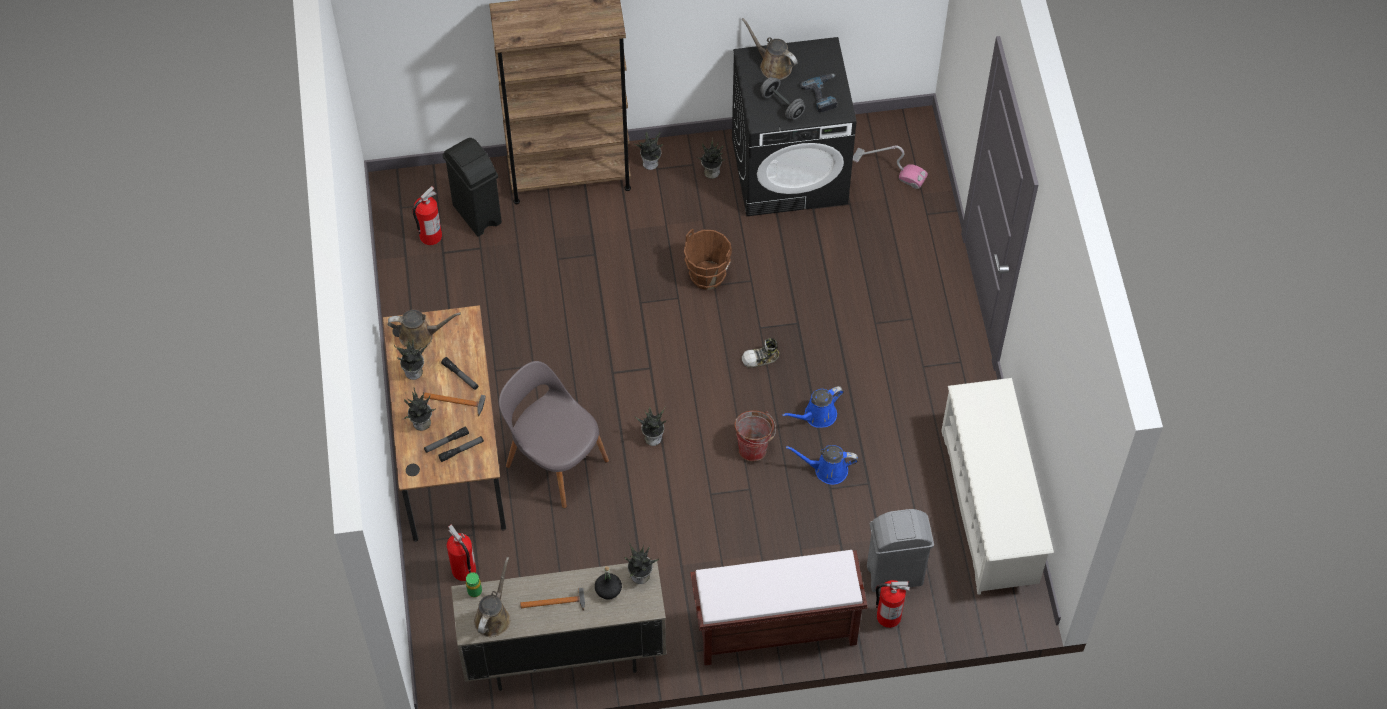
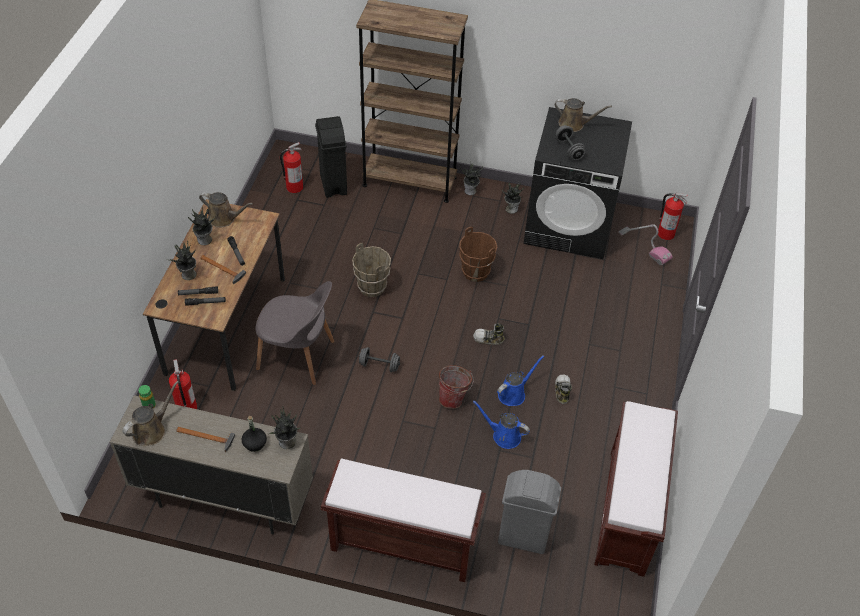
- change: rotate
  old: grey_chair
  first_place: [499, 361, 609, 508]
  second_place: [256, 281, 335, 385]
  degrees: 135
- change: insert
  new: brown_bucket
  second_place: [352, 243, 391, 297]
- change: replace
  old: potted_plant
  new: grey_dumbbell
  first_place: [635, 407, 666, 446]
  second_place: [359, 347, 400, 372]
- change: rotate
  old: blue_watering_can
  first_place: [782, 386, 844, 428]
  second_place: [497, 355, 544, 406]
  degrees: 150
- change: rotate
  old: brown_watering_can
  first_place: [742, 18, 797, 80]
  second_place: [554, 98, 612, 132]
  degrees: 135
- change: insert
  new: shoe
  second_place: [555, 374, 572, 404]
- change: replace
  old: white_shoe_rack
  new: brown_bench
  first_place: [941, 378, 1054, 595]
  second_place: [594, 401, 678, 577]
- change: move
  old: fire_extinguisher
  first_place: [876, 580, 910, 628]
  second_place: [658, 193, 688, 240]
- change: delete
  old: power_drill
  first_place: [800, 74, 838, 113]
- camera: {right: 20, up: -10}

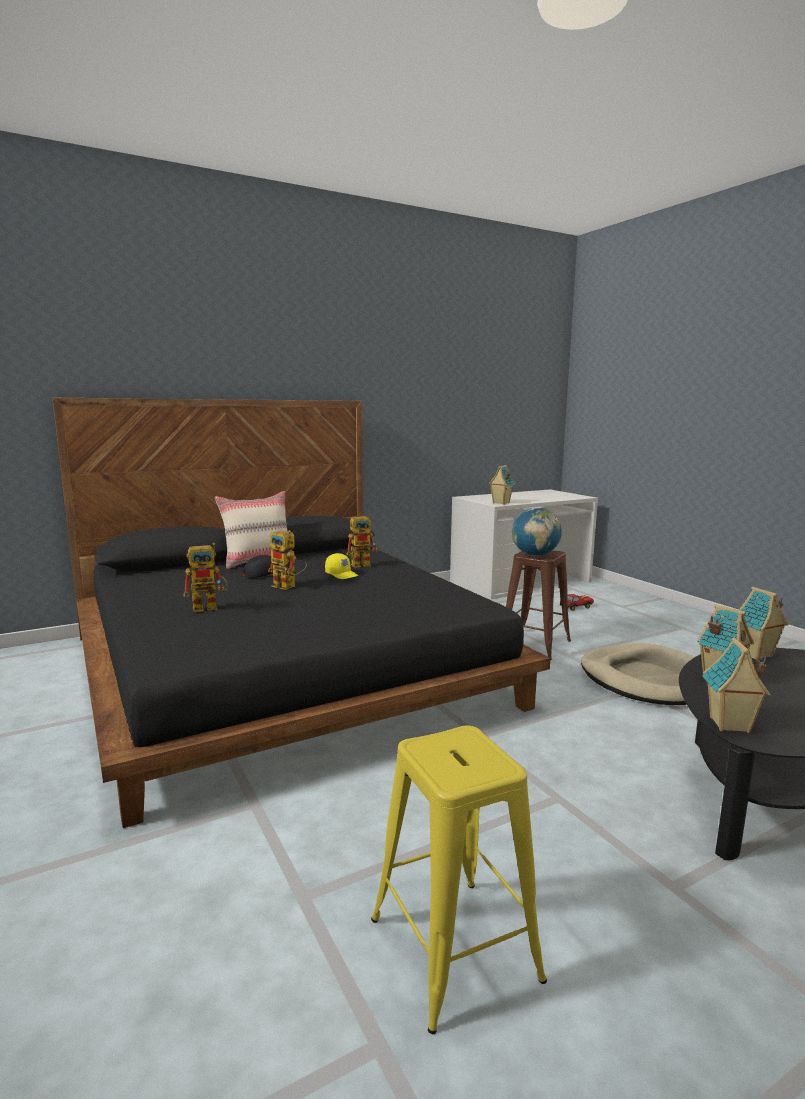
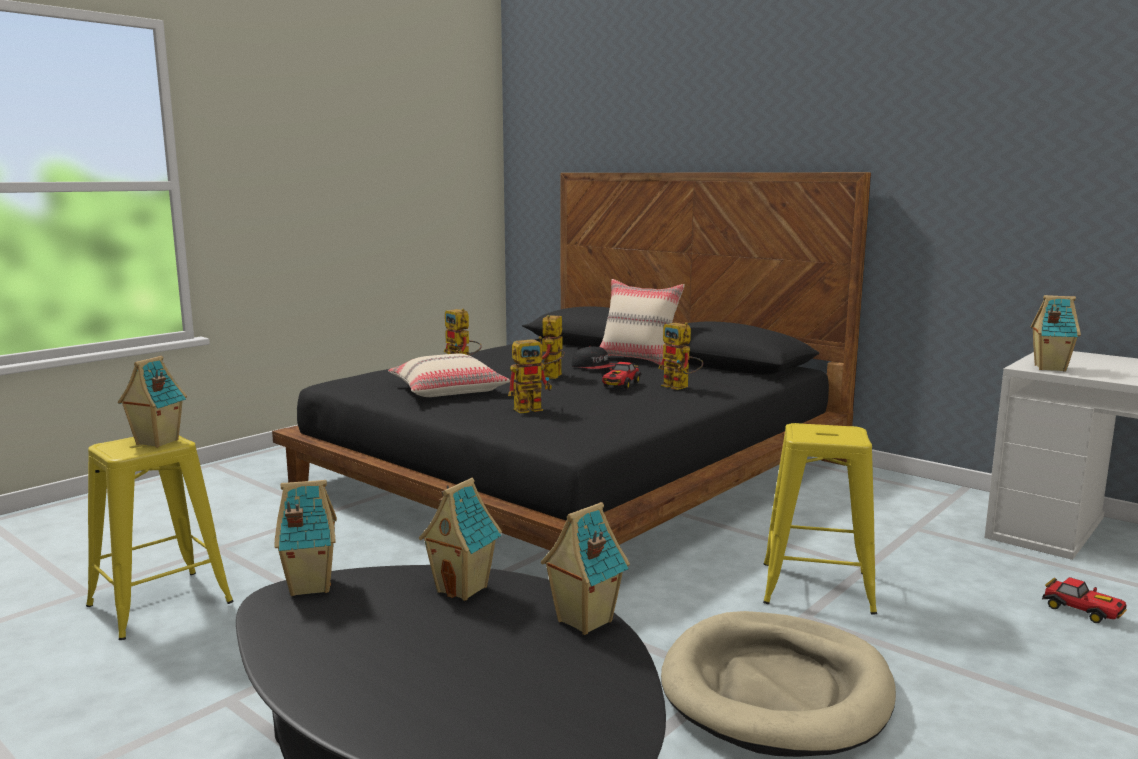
- change: insert
  new: toy_house
  second_place: [118, 356, 187, 448]
- change: insert
  new: beige_pillow
  second_place: [388, 354, 510, 397]
- change: insert
  new: toy_robot
  second_place: [508, 336, 552, 413]
- change: replace
  old: yellow_cap
  new: toy_car
  first_place: [325, 553, 358, 579]
  second_place: [602, 362, 641, 389]
- change: recolor
  old: brown_stool
  new: yellow_stool
  first_place: [506, 550, 571, 660]
  second_place: [763, 423, 877, 615]
- change: delete
  old: globe
  first_place: [512, 507, 562, 556]
- camera: {right: 70, up: 0}

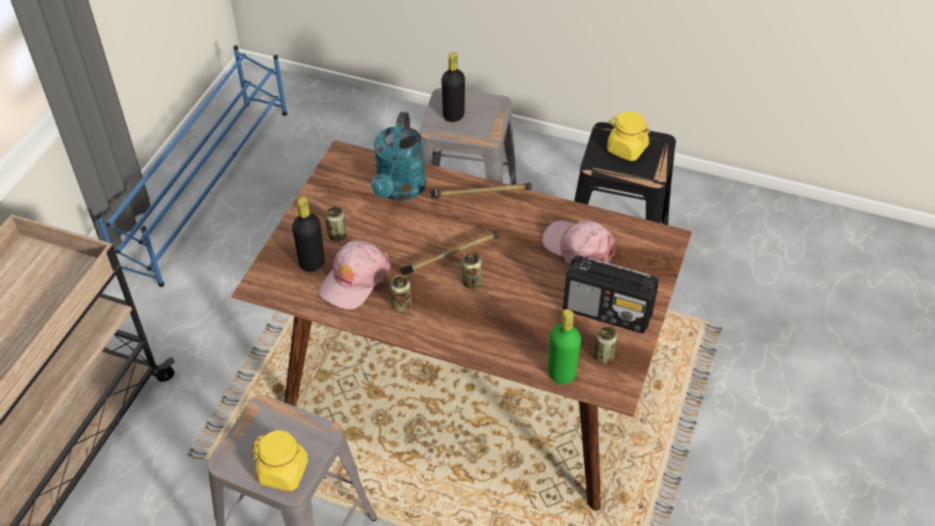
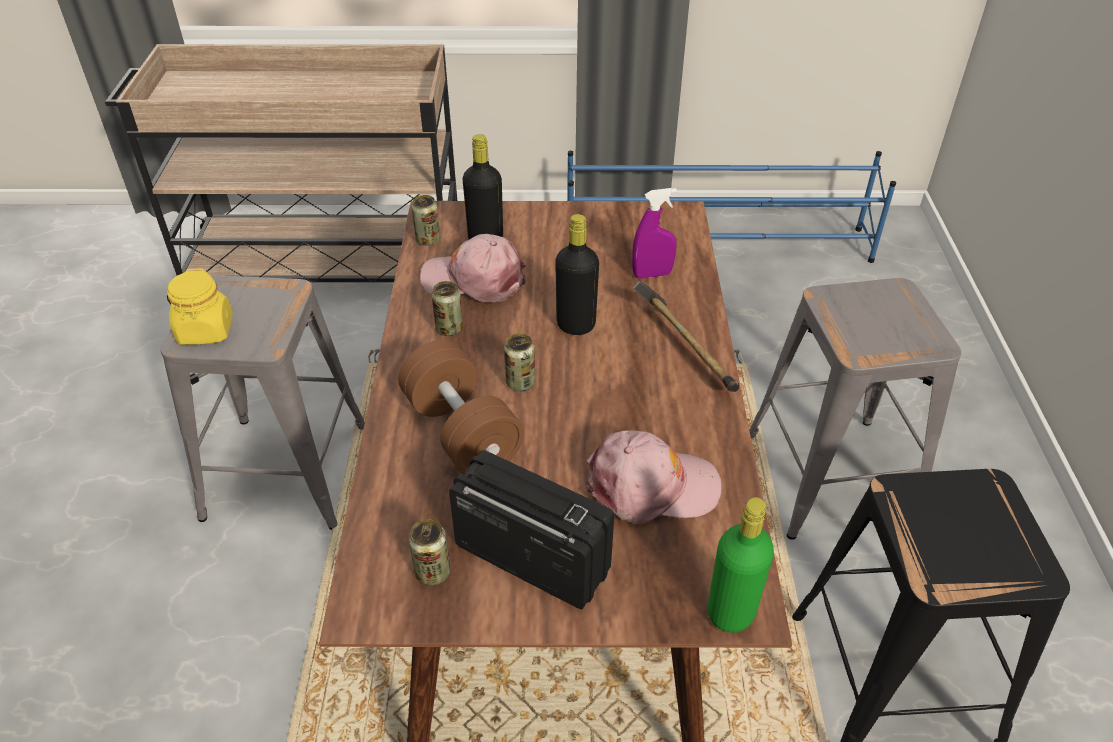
- change: insert
  new: brown_dumbbell
  second_place: [398, 340, 524, 474]
- change: move
  old: can
  first_place: [325, 205, 347, 241]
  second_place: [412, 195, 441, 246]
- change: rotate
  old: radio
  first_place: [563, 255, 659, 333]
  second_place: [449, 450, 614, 609]
  degrees: 120
- change: move
  old: black_bottle
  first_place: [441, 53, 465, 122]
  second_place: [555, 214, 599, 335]
- change: rotate
  old: pink_cap
  first_place: [543, 220, 615, 268]
  second_place: [586, 430, 722, 524]
  degrees: 60
- change: replace
  old: turquoise_watering_can
  new: purple_spray_bottle
  first_place: [371, 112, 426, 201]
  second_place: [632, 188, 677, 279]
- change: move
  old: green_bottle
  first_place: [548, 309, 581, 384]
  second_place: [708, 497, 774, 633]
- change: delete
  old: hammer
  first_place: [400, 230, 500, 275]
- change: delete
  old: yellow_jar
  first_place: [607, 111, 650, 161]
- camera: {right: 70, up: -5}

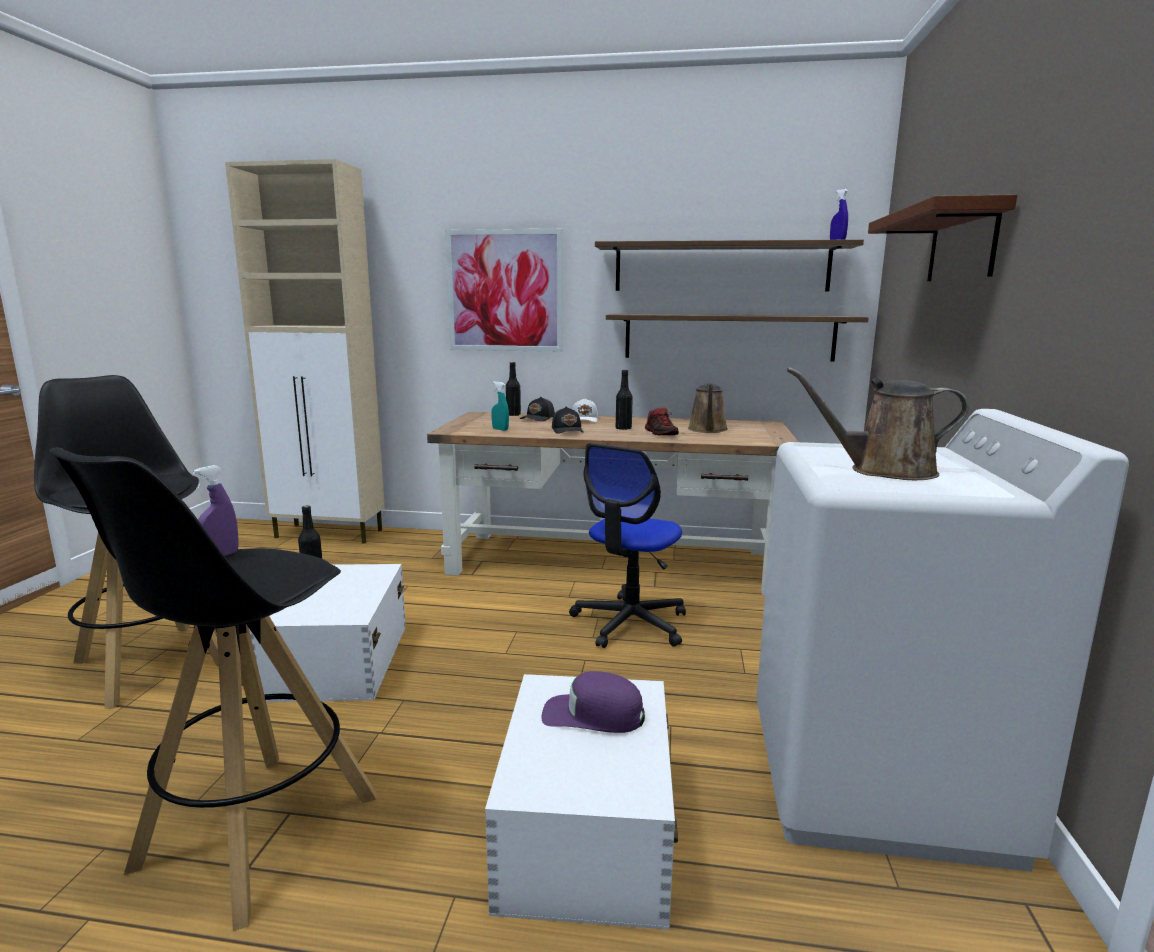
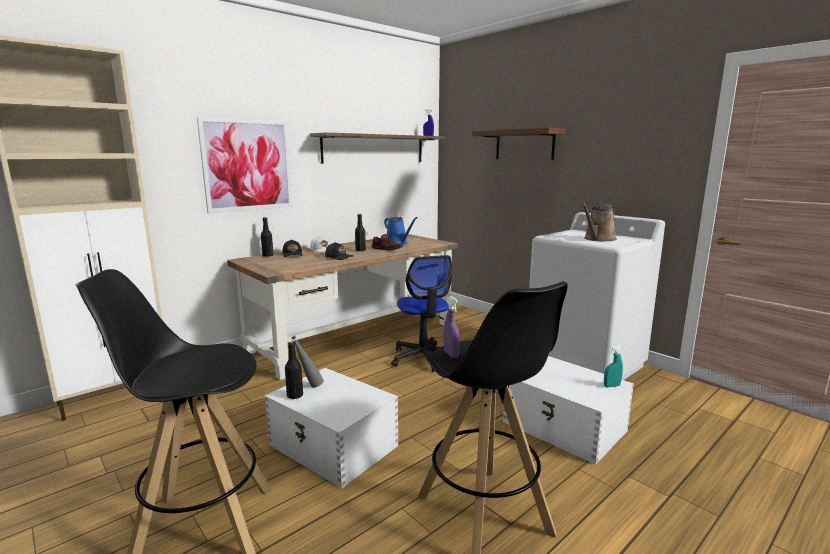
- change: insert
  new: grey_bottle
  second_place: [291, 336, 324, 388]
- change: recolor
  old: brown_watering_can
  new: blue_watering_can
  first_place: [688, 383, 728, 433]
  second_place: [384, 217, 418, 245]
- change: move
  old: turquoise_spray_bottle
  first_place: [491, 381, 509, 431]
  second_place: [604, 345, 623, 388]
- change: delete
  old: purple_cap
  first_place: [542, 671, 645, 733]
- change: delete
  old: shelf
  first_place: [606, 314, 869, 361]
- camera: {right: -50, up: 0}

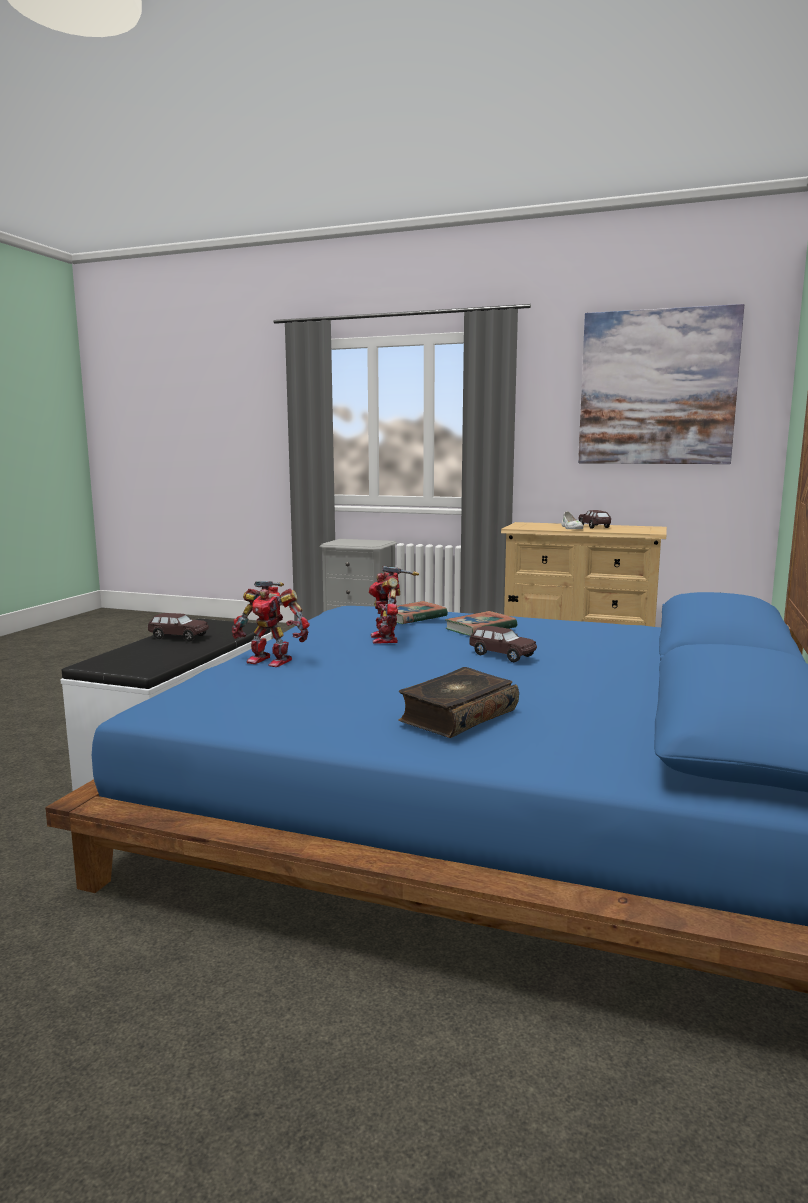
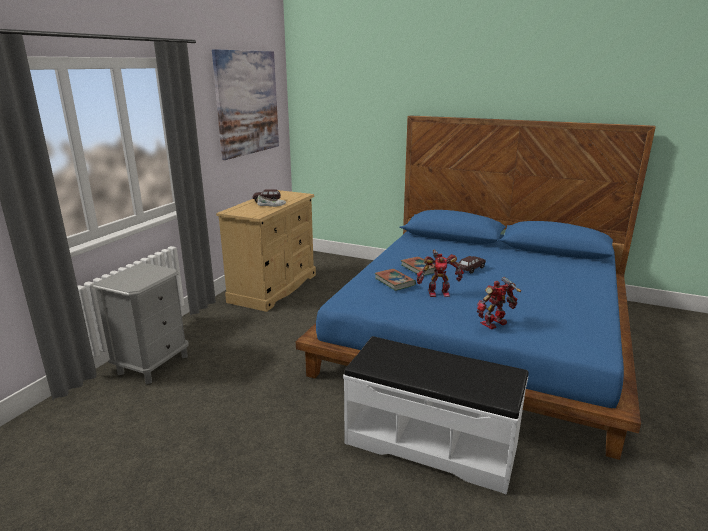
- change: rotate
  old: toy_robot
  first_place: [232, 581, 310, 667]
  second_place: [477, 277, 521, 329]
  degrees: -150
- change: delete
  old: brown_toy_car
  first_place: [148, 613, 209, 641]
- change: delete
  old: book
  first_place: [398, 667, 519, 738]
- camera: {right: -85, up: 10}

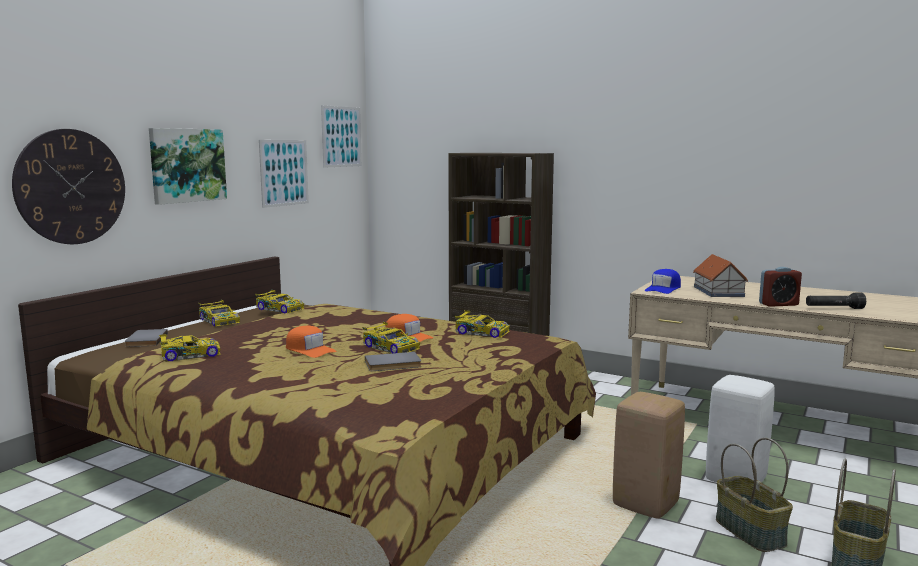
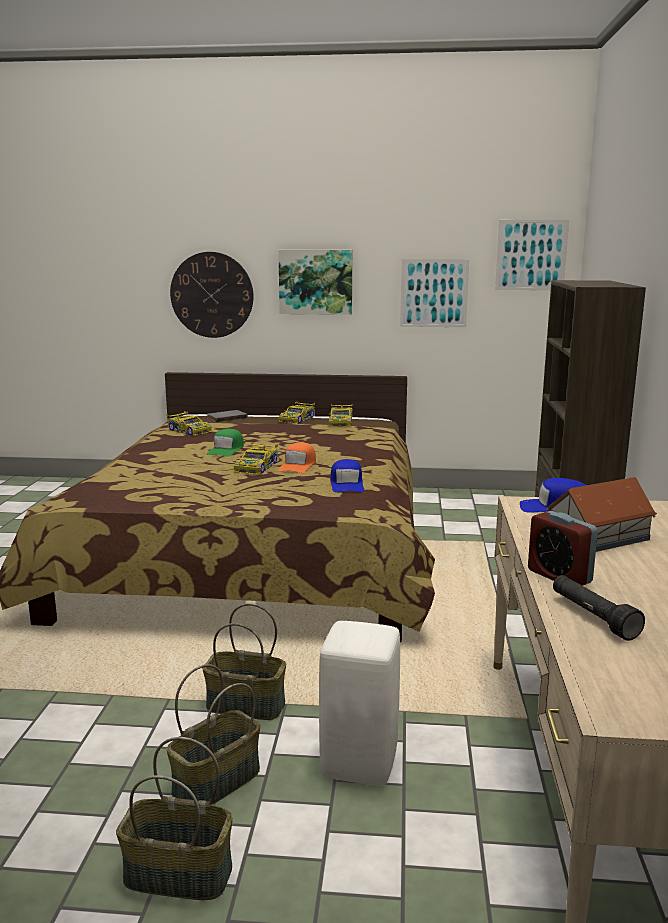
- change: replace
  old: beige_stool
  new: basket
  first_place: [613, 392, 685, 519]
  second_place: [202, 603, 286, 720]
- change: recolor
  old: orange_cap
  new: green_cap
  first_place: [286, 326, 336, 358]
  second_place: [207, 429, 244, 456]
- change: replace
  old: toy_car
  new: blue_cap
  first_place: [455, 310, 510, 338]
  second_place: [330, 459, 364, 493]
- change: delete
  old: grey_book
  first_place: [365, 352, 421, 371]
- camera: {right: 65, up: 5}

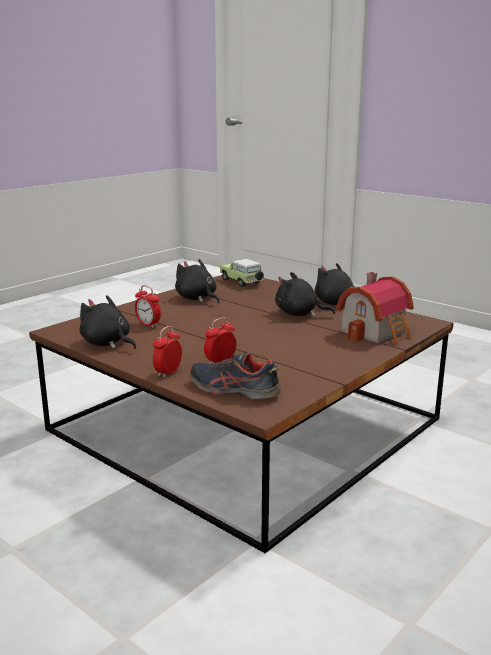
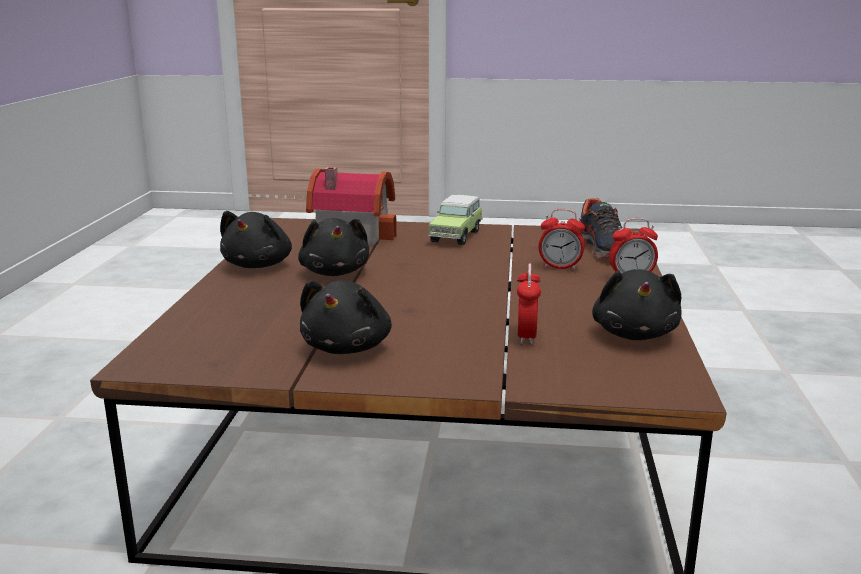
- change: move
  old: toy_car
  first_place: [220, 259, 264, 287]
  second_place: [428, 195, 483, 245]
- camera: {right: -125, up: 0}

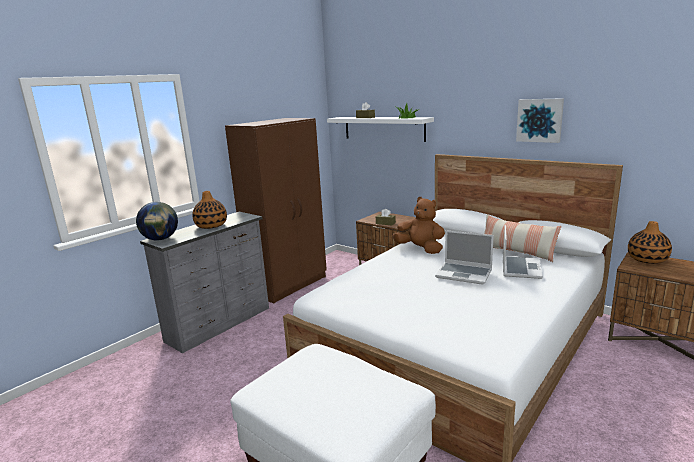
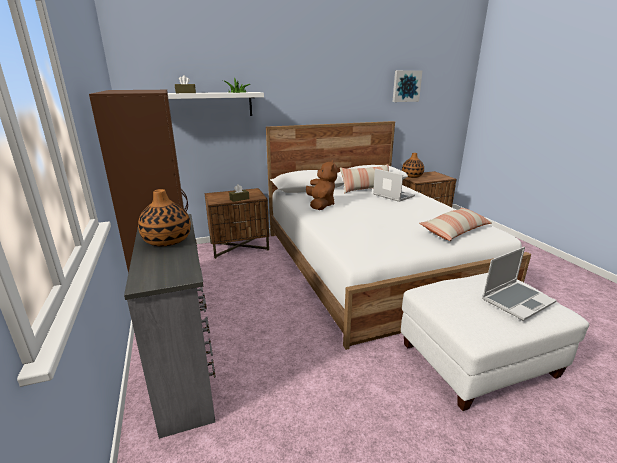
- change: rotate
  old: brown_plush_toy
  first_place: [392, 197, 445, 254]
  second_place: [306, 160, 337, 210]
  degrees: 105
- change: move
  old: picture
  first_place: [516, 98, 564, 143]
  second_place: [393, 70, 422, 102]
- change: insert
  new: pillow
  second_place: [419, 208, 492, 241]
- change: move
  old: laptop
  first_place: [435, 230, 494, 285]
  second_place: [482, 247, 557, 321]
- change: delete
  old: globe
  first_place: [136, 202, 178, 240]
- camera: {right: -60, up: 5}

